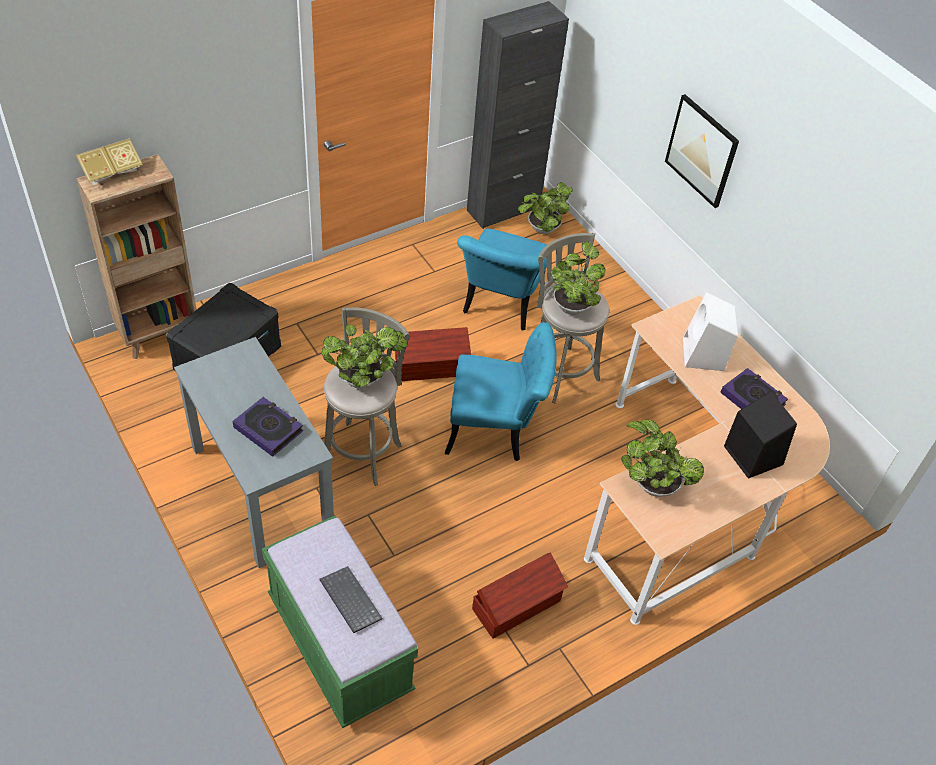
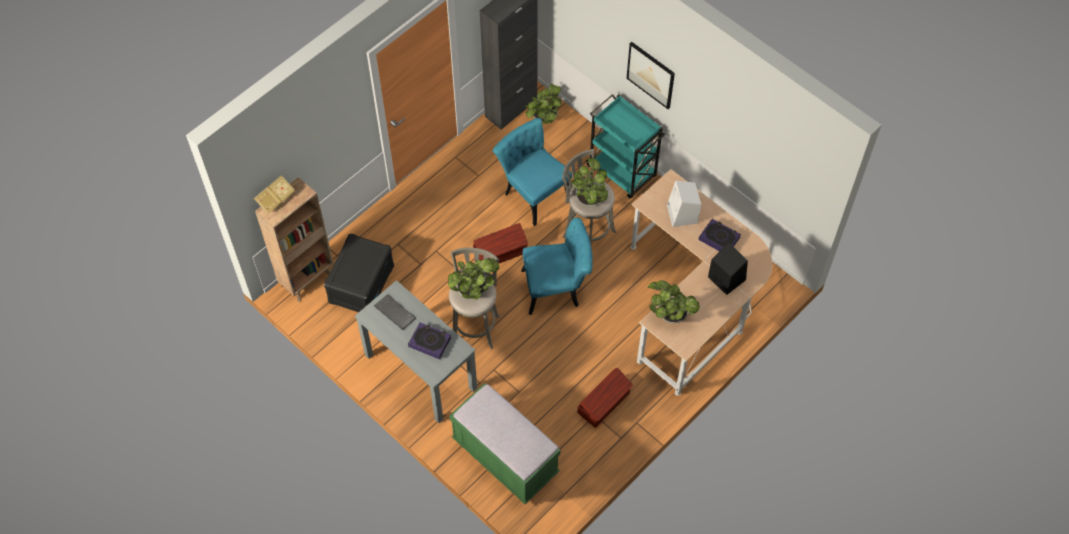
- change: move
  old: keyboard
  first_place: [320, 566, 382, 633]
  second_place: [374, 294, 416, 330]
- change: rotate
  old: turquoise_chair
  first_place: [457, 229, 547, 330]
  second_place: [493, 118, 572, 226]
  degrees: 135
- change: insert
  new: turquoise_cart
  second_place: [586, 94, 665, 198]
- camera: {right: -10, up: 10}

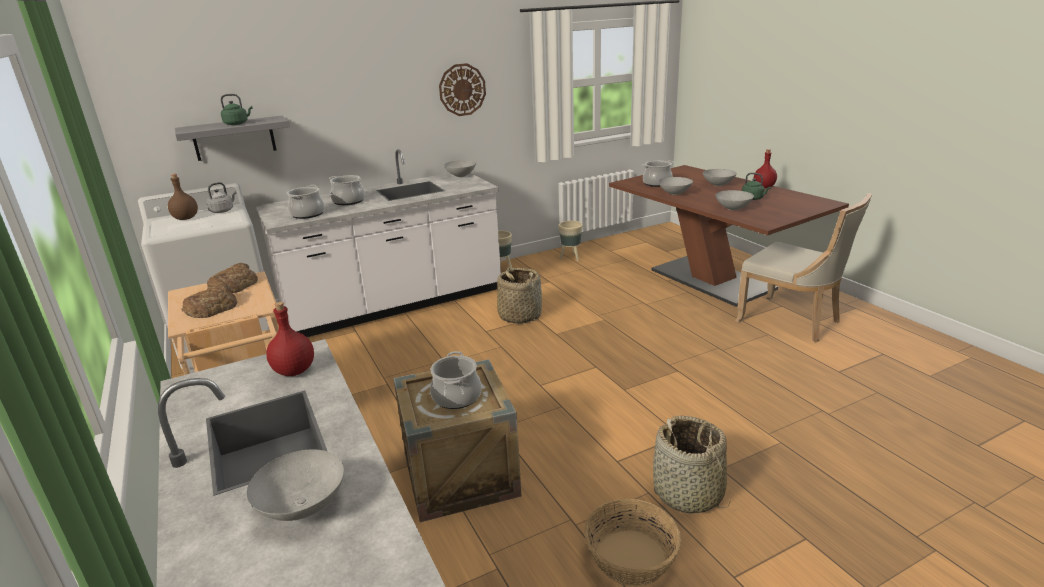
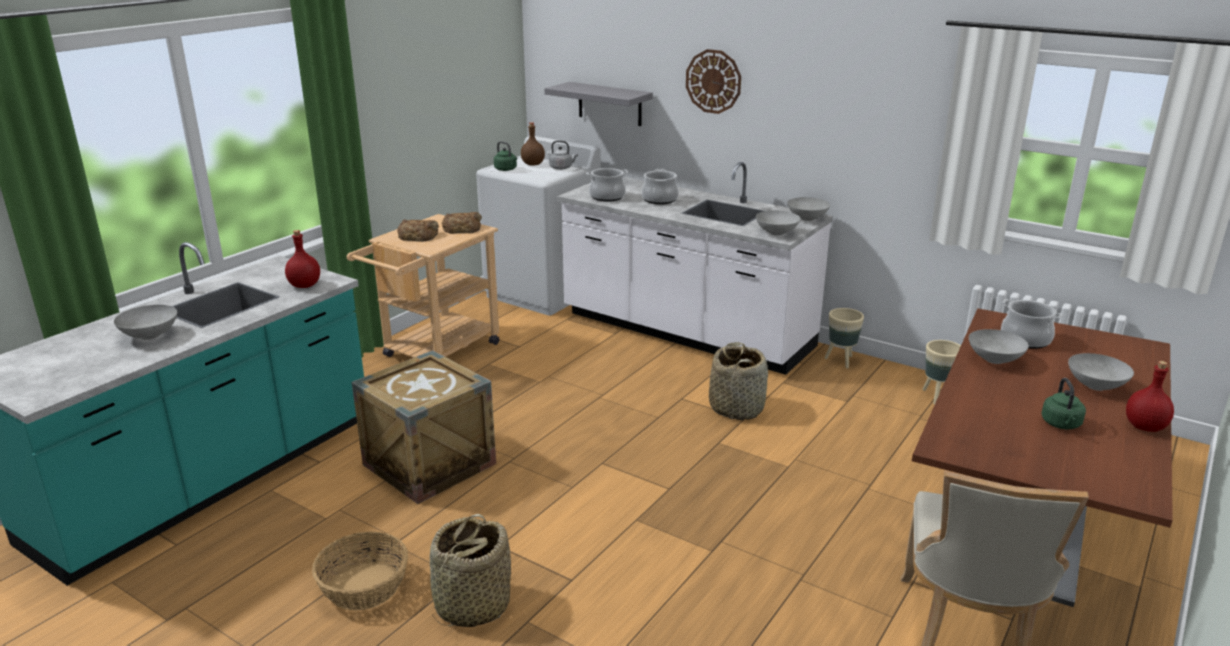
- change: move
  old: green_kettle
  first_place: [221, 94, 253, 125]
  second_place: [494, 141, 517, 171]
- change: move
  old: wall_clock
  first_place: [439, 63, 486, 116]
  second_place: [686, 49, 741, 114]
- change: move
  old: grey_bowl
  first_place: [716, 190, 754, 210]
  second_place: [756, 210, 801, 236]
- change: delete
  old: cooking_pot
  first_place: [430, 351, 482, 409]
- camera: {right: 60, up: 0}

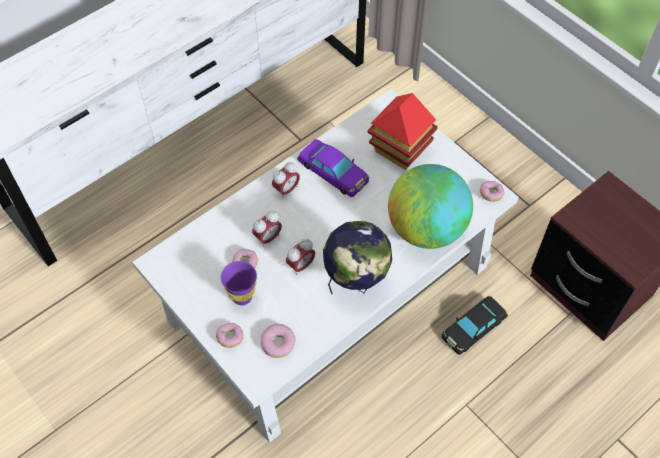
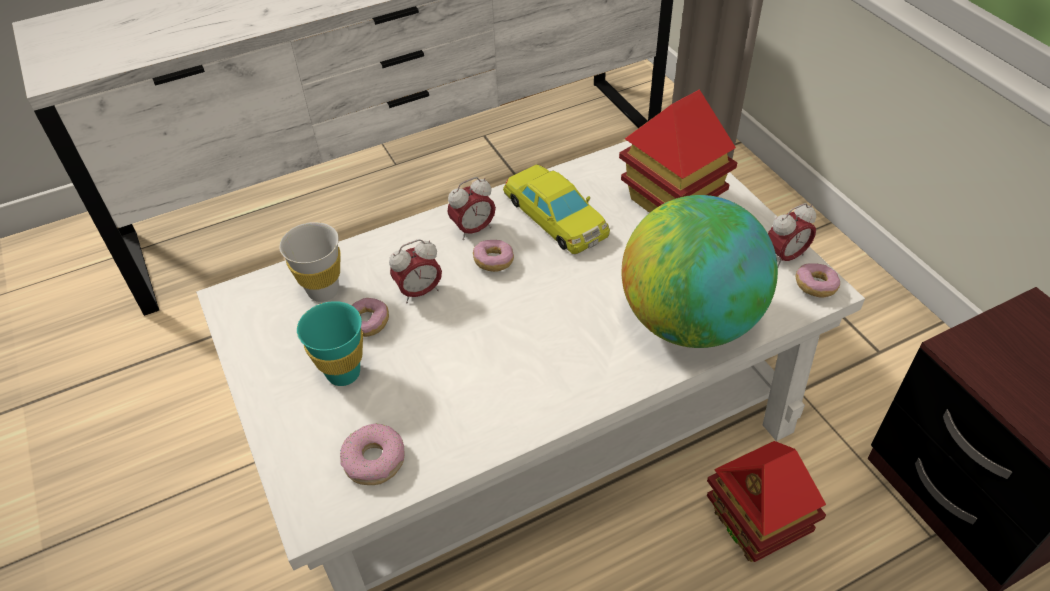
- change: insert
  new: white_cup
  second_place: [279, 222, 340, 302]
- change: recolor
  old: purple_cup
  new: turquoise_cup
  first_place: [221, 261, 257, 305]
  second_place: [297, 301, 363, 386]
- change: move
  old: donut
  first_place: [216, 323, 243, 348]
  second_place: [473, 240, 514, 272]
- change: recolor
  old: purple_toy_car
  new: yellow_toy_car
  first_place: [297, 139, 369, 197]
  second_place: [503, 164, 610, 254]
- change: replace
  old: black_toy_car
  new: toy_house
  first_place: [442, 296, 508, 355]
  second_place: [707, 441, 826, 562]
- change: move
  old: alarm_clock
  first_place: [286, 238, 315, 275]
  second_place: [768, 203, 816, 268]
- change: delete
  old: globe
  first_place: [323, 221, 392, 295]
- camera: {right: 15, up: -10}

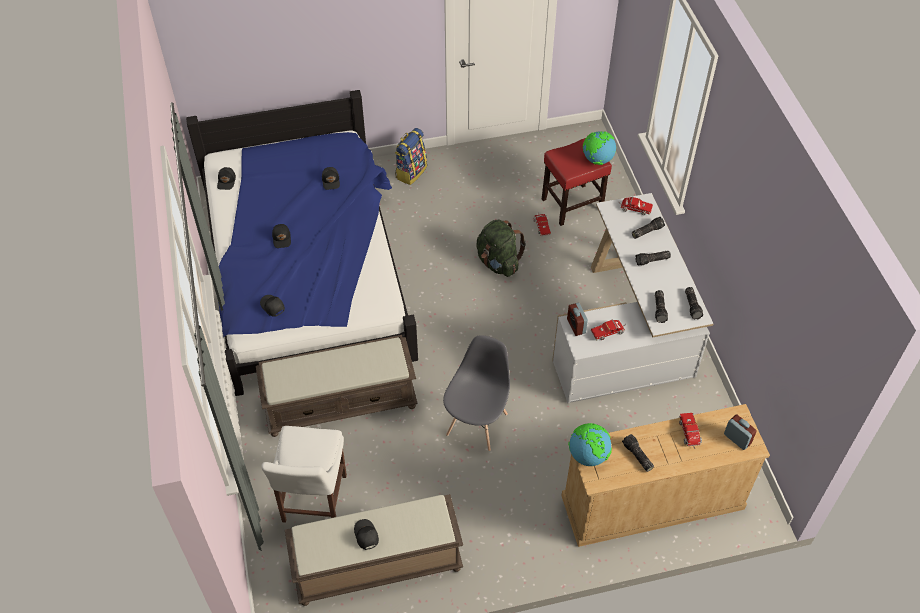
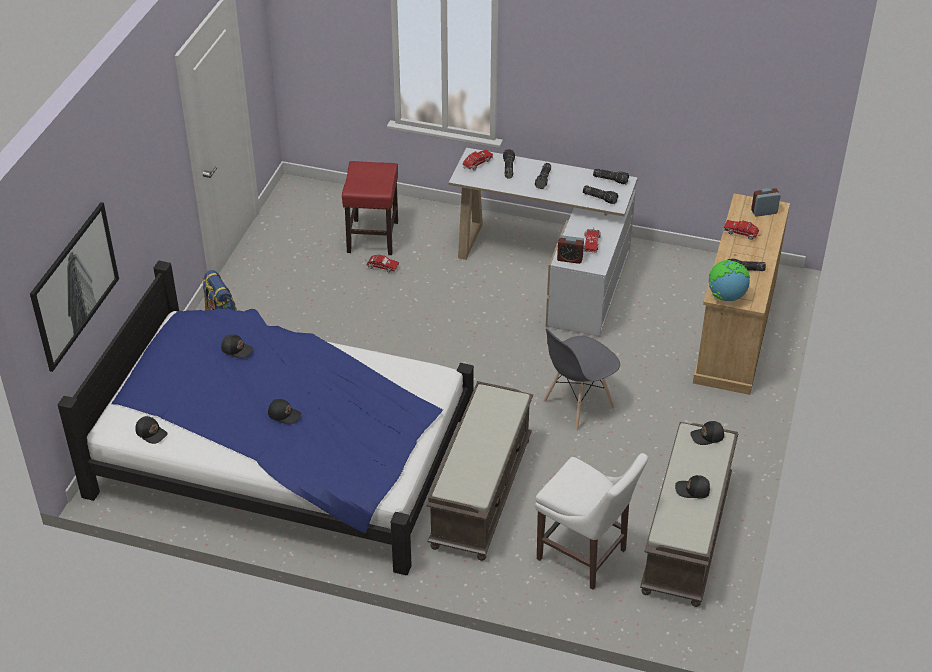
- change: insert
  new: picture
  second_place: [30, 202, 119, 372]
- change: rotate
  old: grey_chair
  first_place: [443, 335, 510, 451]
  second_place: [543, 329, 620, 431]
  degrees: -90
- change: move
  old: black_cap
  first_place: [260, 295, 285, 317]
  second_place: [690, 421, 724, 445]
- change: delete
  old: green_backpack
  first_place: [476, 220, 526, 277]
- change: delete
  old: globe
  first_place: [583, 131, 616, 165]
- camera: {right: -60, up: -10}

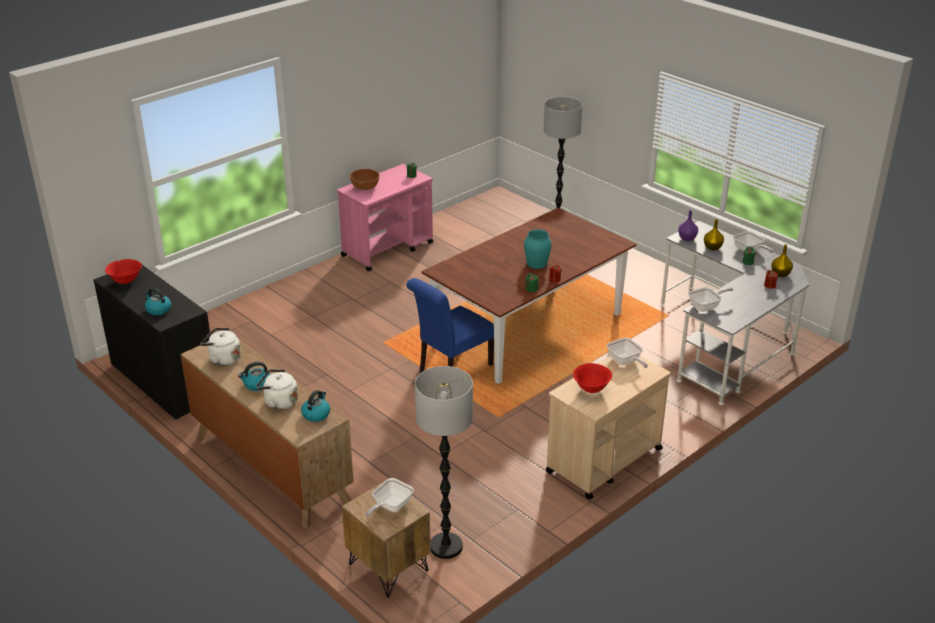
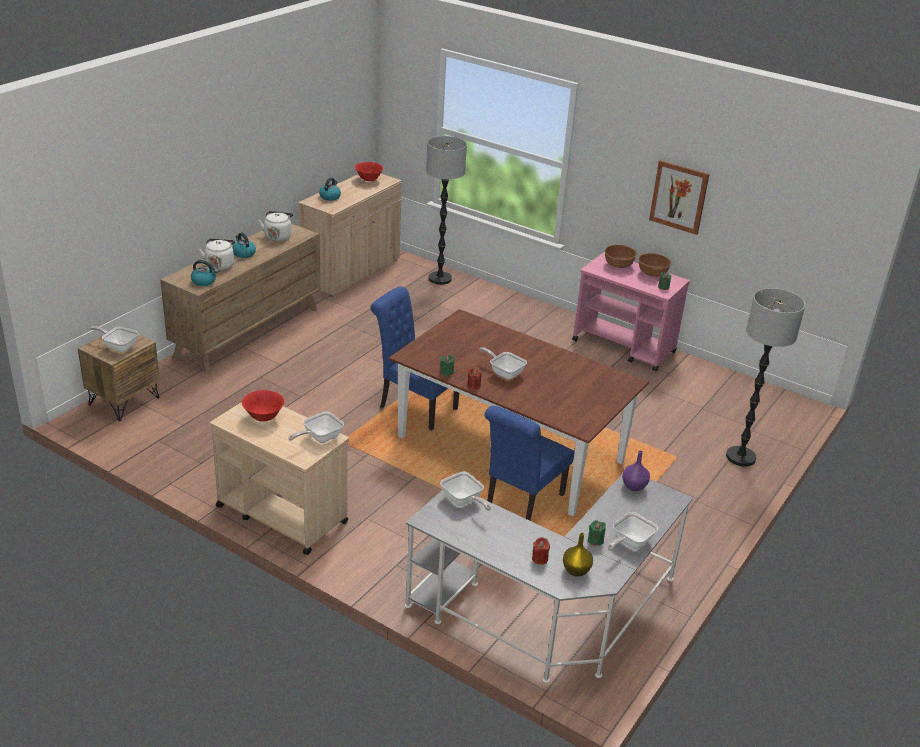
- change: recolor
  old: black_cabinet
  new: beige_cabinet
  first_place: [93, 265, 211, 421]
  second_place: [298, 174, 402, 297]
- change: move
  old: floor_lamp
  first_place: [415, 366, 473, 559]
  second_place: [426, 136, 467, 285]
- change: replace
  old: turquoise_vase
  new: frying_pan
  first_place: [524, 229, 551, 269]
  second_place: [479, 347, 527, 380]
- change: insert
  new: blue_chair
  second_place: [485, 406, 574, 521]
- change: insert
  new: brown_bowl
  second_place: [638, 253, 672, 277]
- change: insert
  new: picture
  second_place: [649, 160, 710, 235]
- change: delete
  old: yellow_vase
  first_place: [704, 219, 724, 251]
- camera: {right: 75, up: 0}

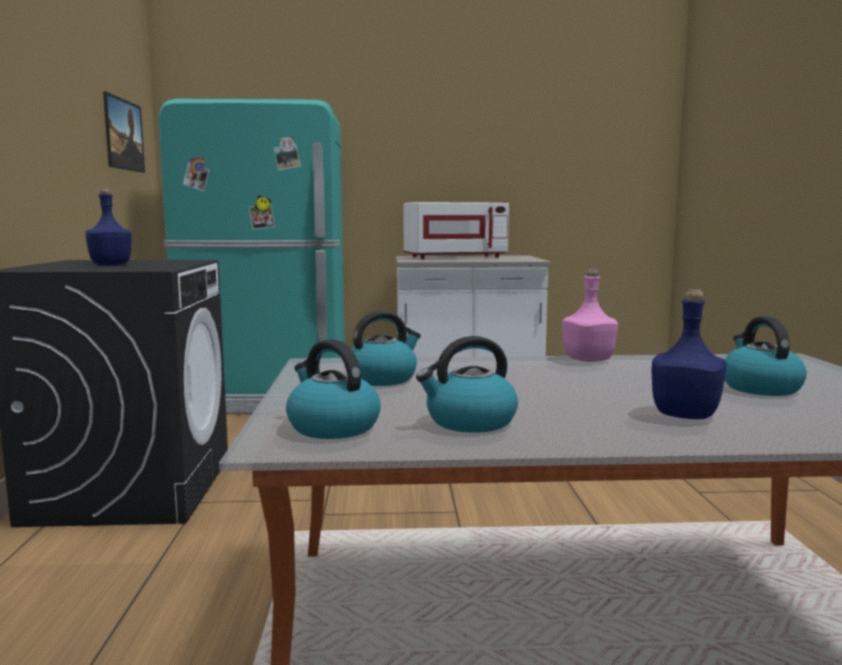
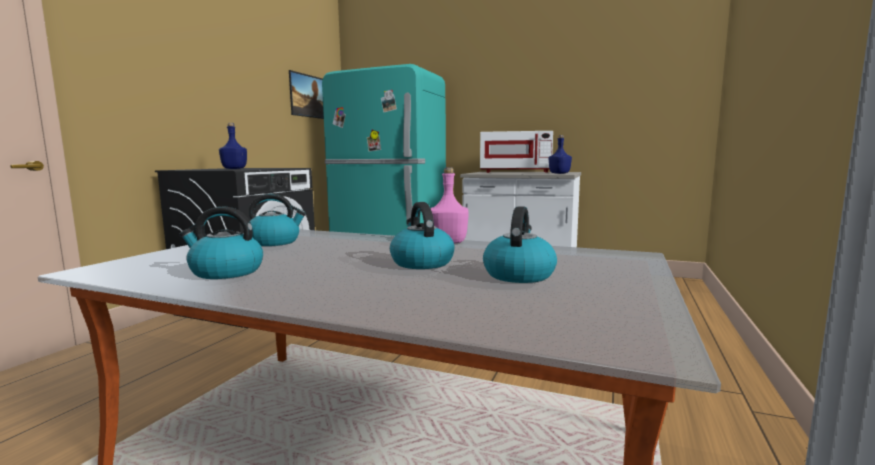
- change: move
  old: kettle
  first_place: [286, 339, 381, 439]
  second_place: [390, 202, 454, 269]
- change: move
  old: blue_bottle
  first_place: [651, 290, 727, 419]
  second_place: [549, 135, 572, 174]
- camera: {right: 25, up: 0}

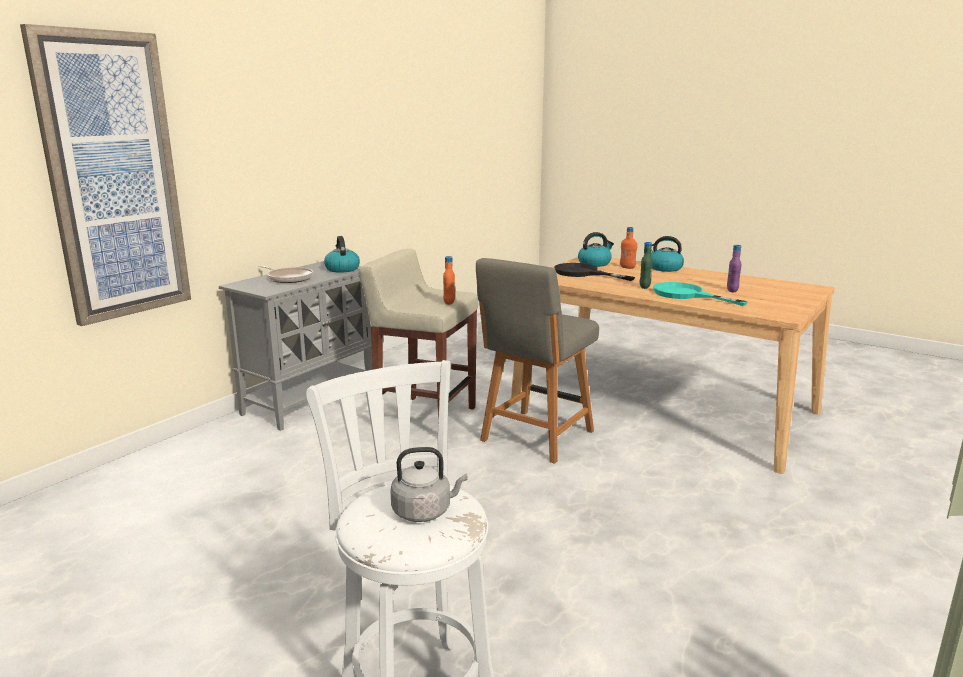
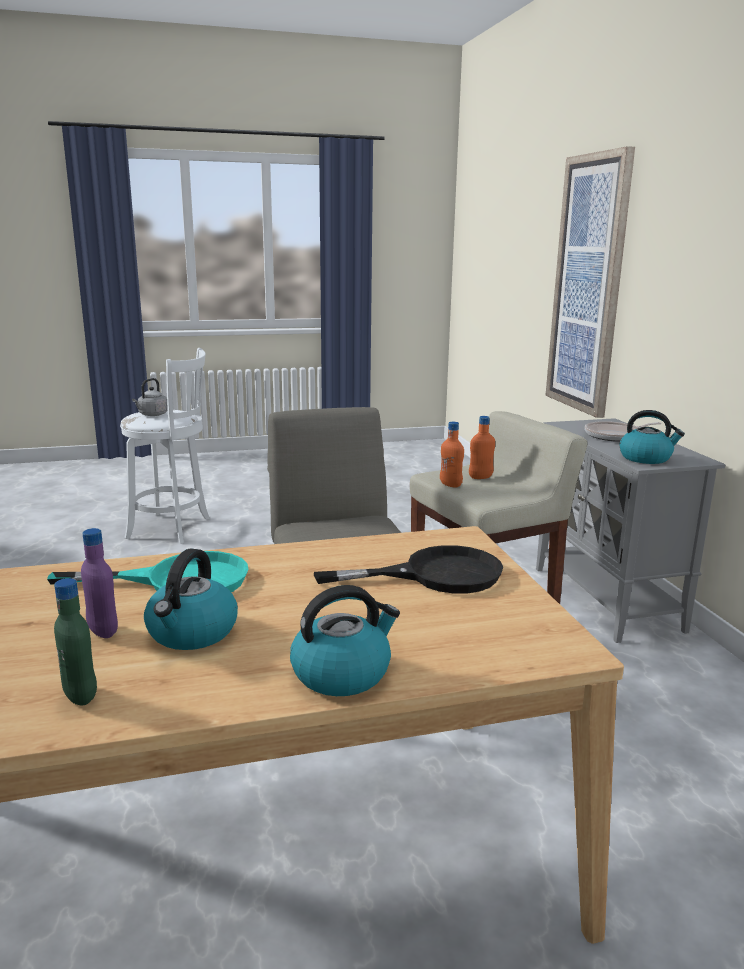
- change: move
  old: green_bottle
  first_place: [640, 242, 653, 289]
  second_place: [54, 578, 97, 705]
- change: move
  old: kettle
  first_place: [578, 232, 614, 267]
  second_place: [144, 548, 238, 650]
- change: move
  old: orange_bottle
  first_place: [620, 227, 637, 269]
  second_place: [469, 416, 495, 479]
- camera: {right: 130, up: 0}

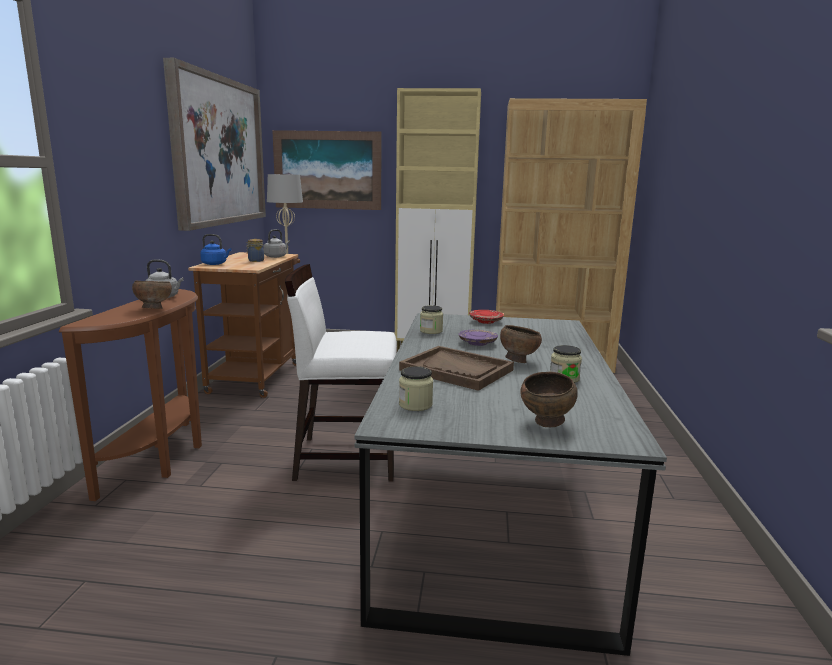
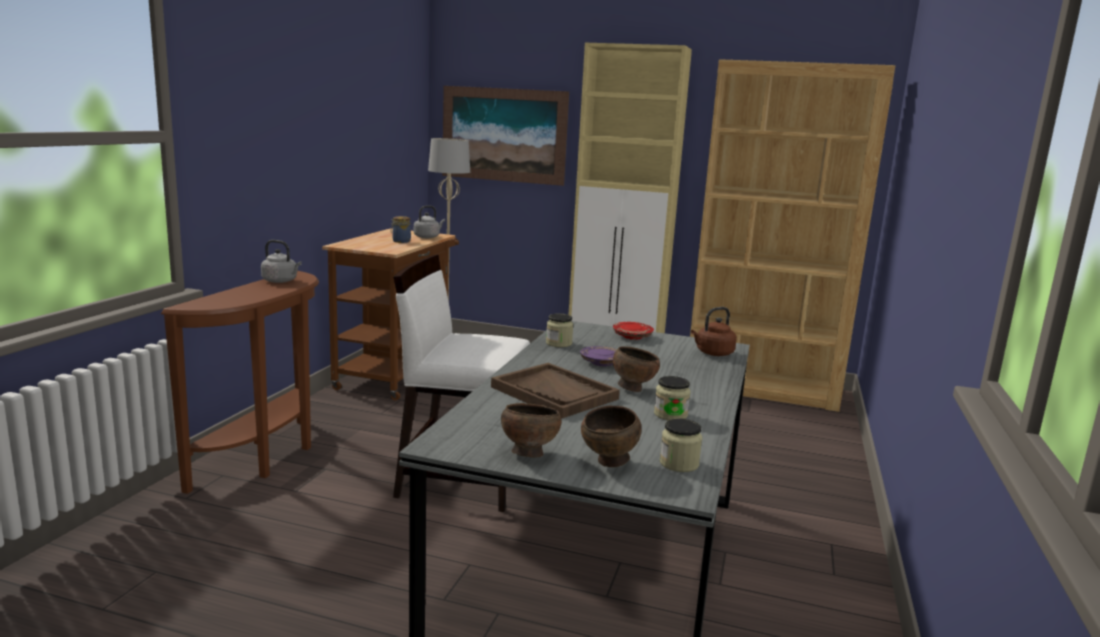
- change: move
  old: brown_bowl
  first_place: [132, 281, 172, 309]
  second_place: [501, 403, 561, 457]
- change: move
  old: jar
  first_place: [399, 366, 433, 411]
  second_place: [660, 418, 702, 472]
- change: insert
  new: brown_kettle
  second_place: [691, 307, 737, 356]
- change: delete
  old: picture
  first_place: [163, 58, 266, 231]
- change: delete
  old: blue_kettle
  first_place: [200, 234, 231, 265]
- camera: {right: 10, up: 0}

